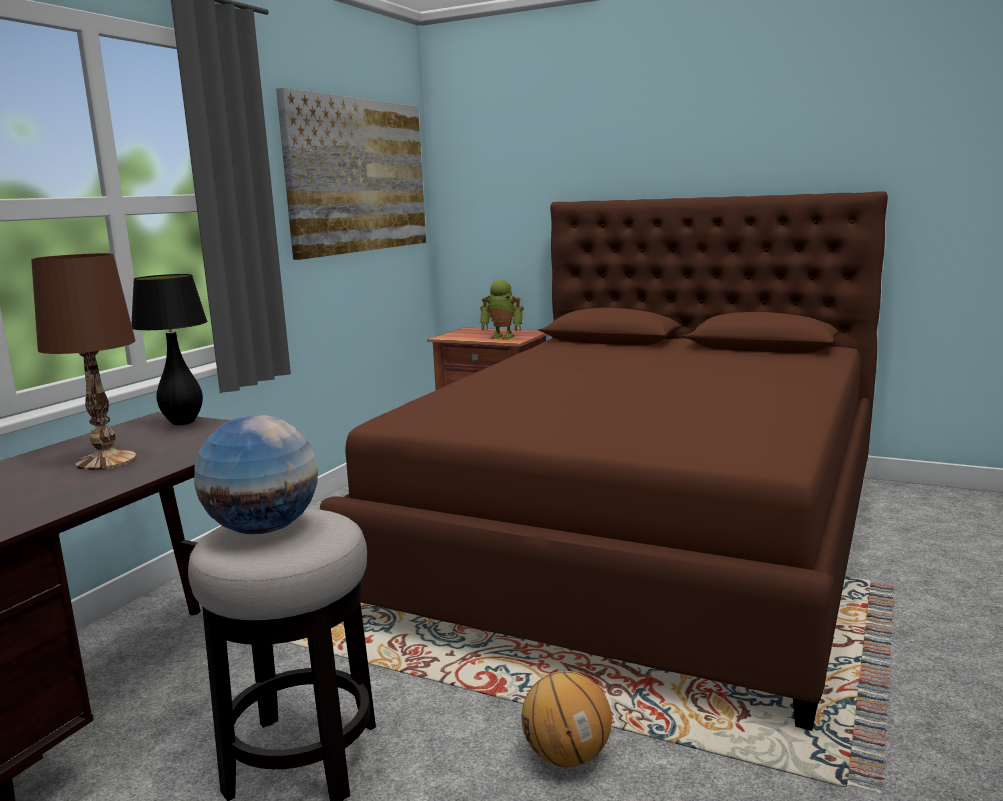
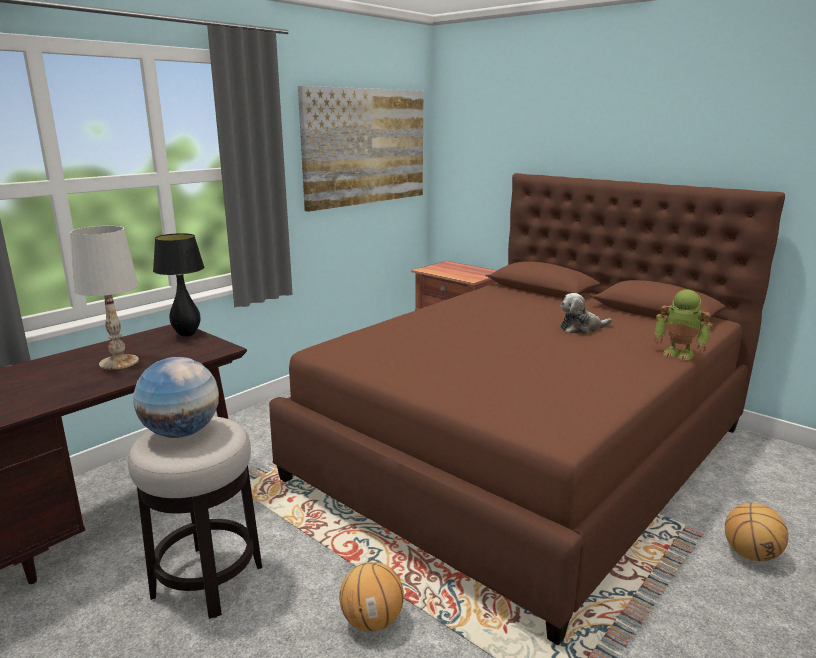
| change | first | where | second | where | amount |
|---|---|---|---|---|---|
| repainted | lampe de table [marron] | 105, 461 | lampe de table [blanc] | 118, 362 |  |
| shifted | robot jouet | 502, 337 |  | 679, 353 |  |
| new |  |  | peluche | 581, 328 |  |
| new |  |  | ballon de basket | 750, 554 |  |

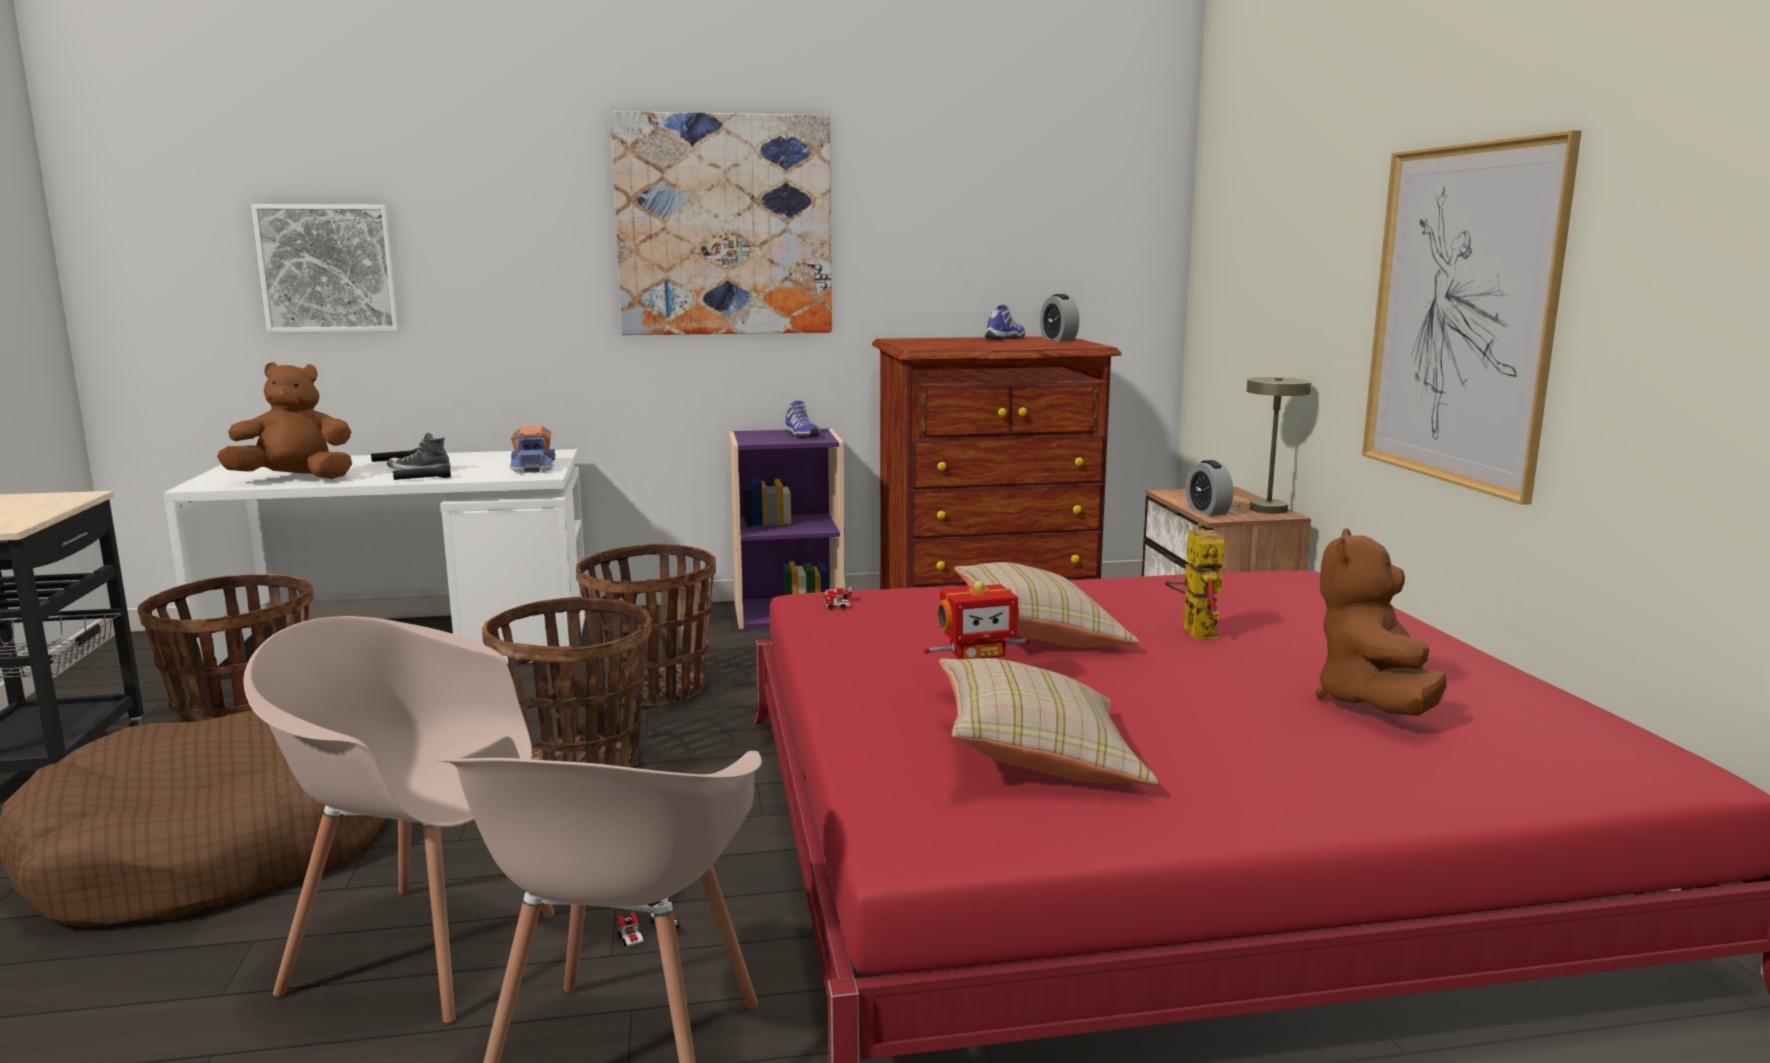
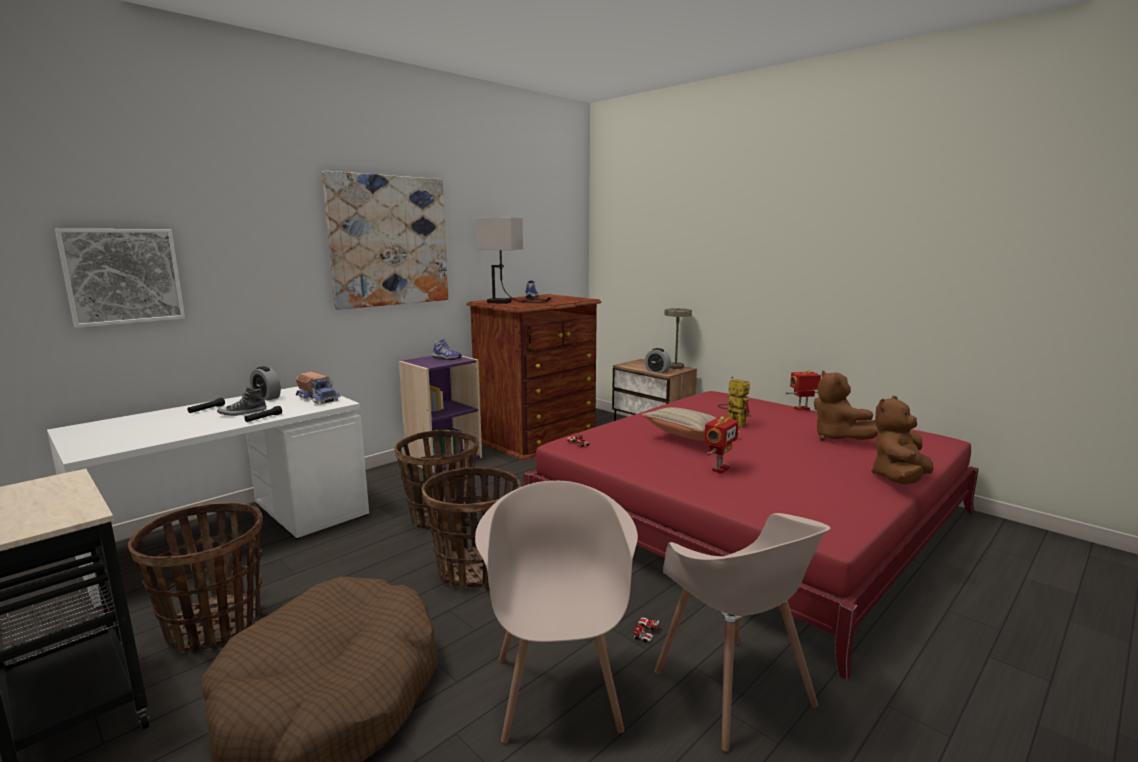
| change | first | where | second | where | amount |
|---|---|---|---|---|---|
| shifted | peluche [marron] | 295, 479 |  | 899, 479 |  |
| rotated | chaise [beige] | 420, 951 |  | 558, 691 | 105 degrees clockwise |
| gone | coussin [beige] | 1037, 757 |  |  |  |
| shifted | réveil | 1058, 340 |  | 266, 397 |  |
| gone | tableau | 1460, 315 |  |  |  |
| new |  |  | lampe de table | 515, 302 |  |
| new |  |  | robot jouet | 802, 409 |  |

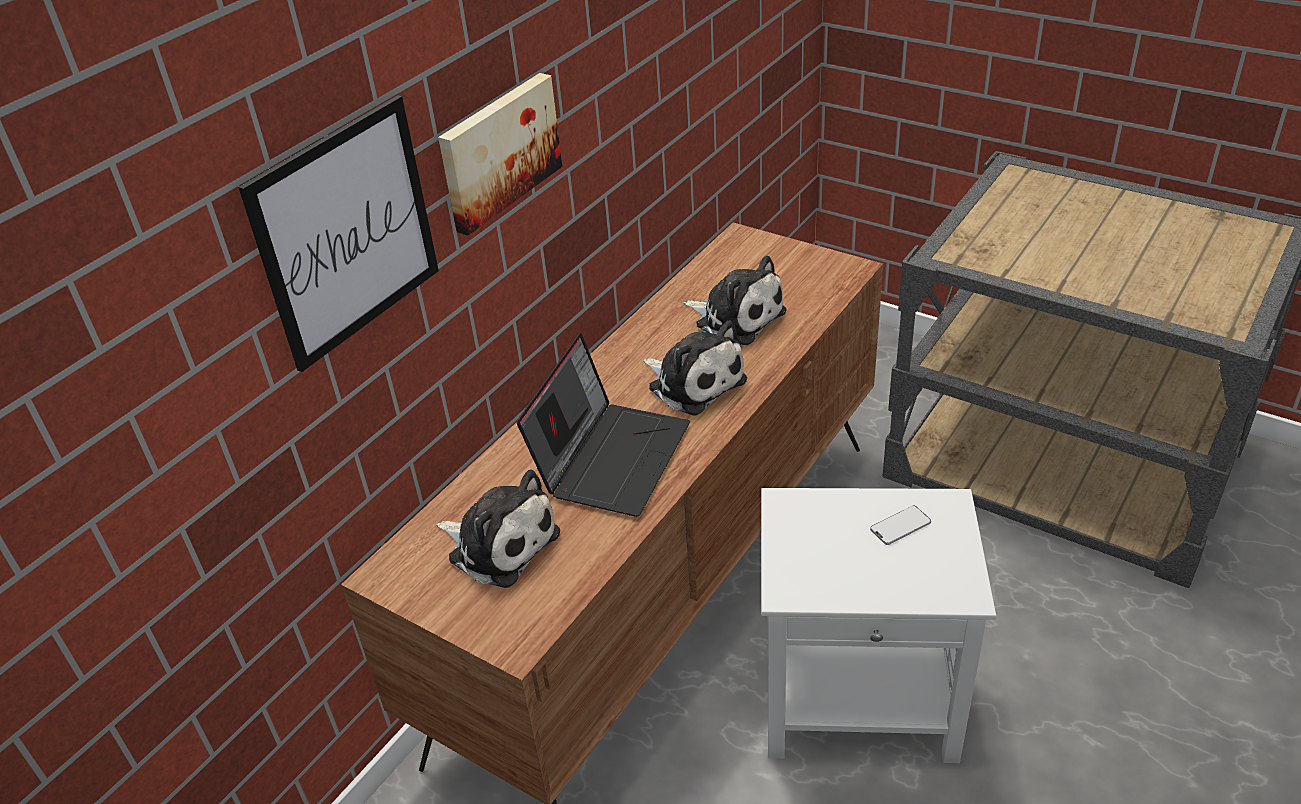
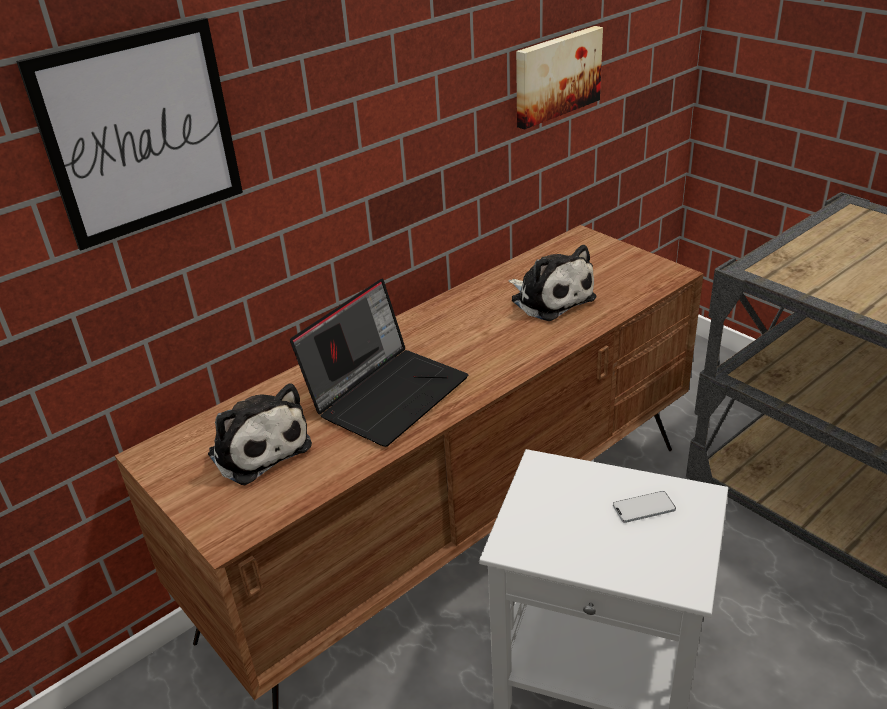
| change | first | where | second | where | amount |
|---|---|---|---|---|---|
| shifted | tableau | 498, 151 |  | 556, 75 |  |
| gone | peluche | 694, 382 |  |  |  |

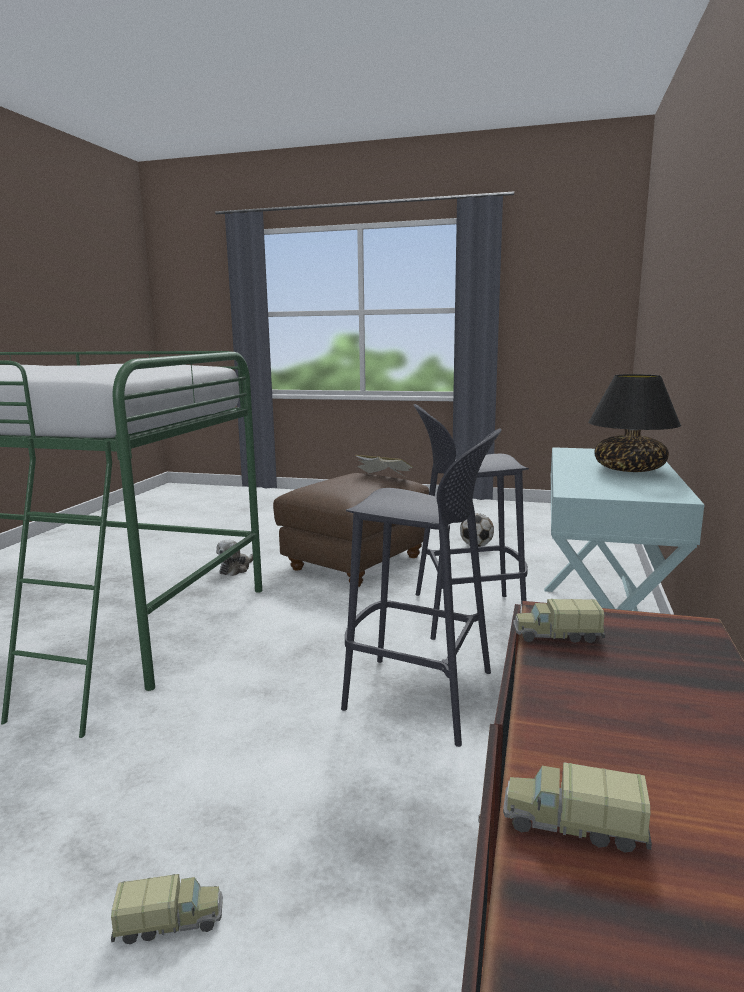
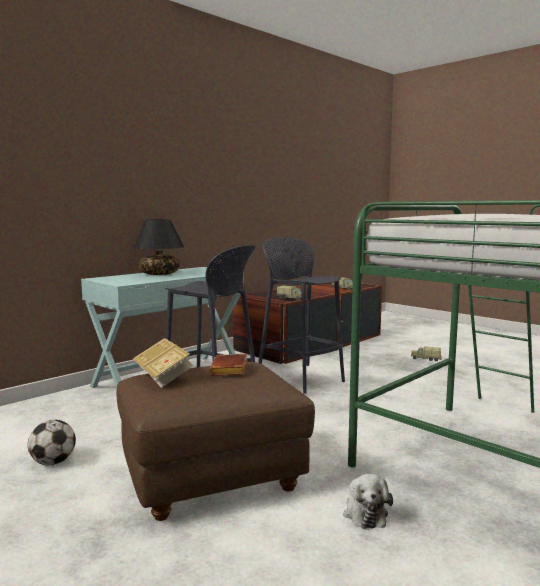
| change | first | where | second | where | amount |
|---|---|---|---|---|---|
| rotated | peluche | 236, 569 |  | 365, 513 | 120 degrees clockwise |
| new |  |  | livre [marron] | 230, 370 |  |

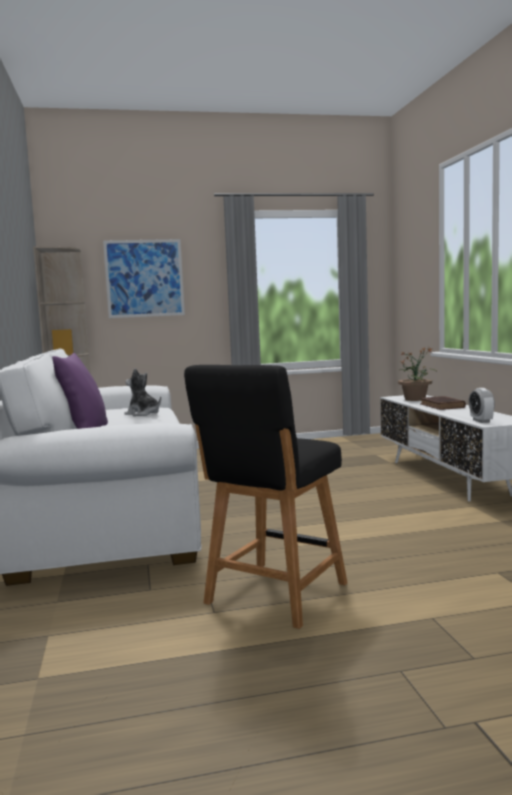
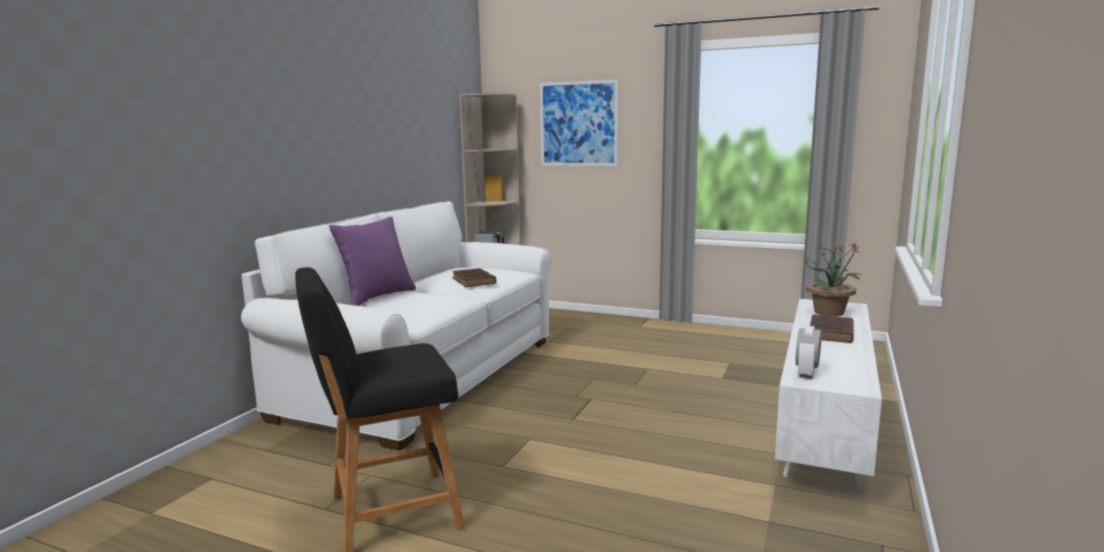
| change | first | where | second | where | amount |
|---|---|---|---|---|---|
| swapped | peluche | 143, 414 | livre [marron] | 474, 281 |  |

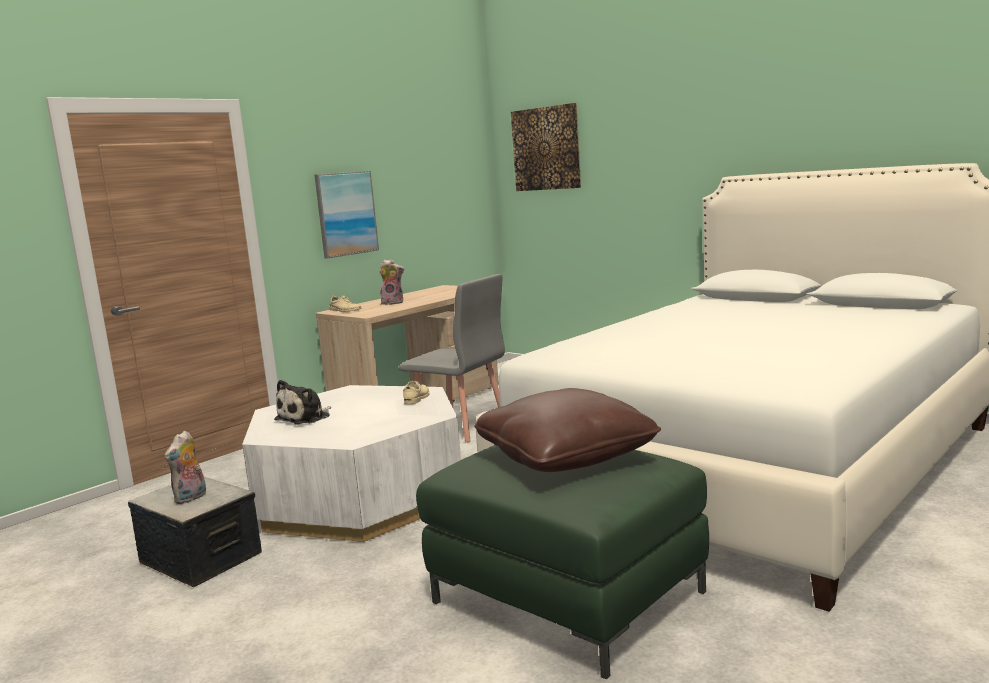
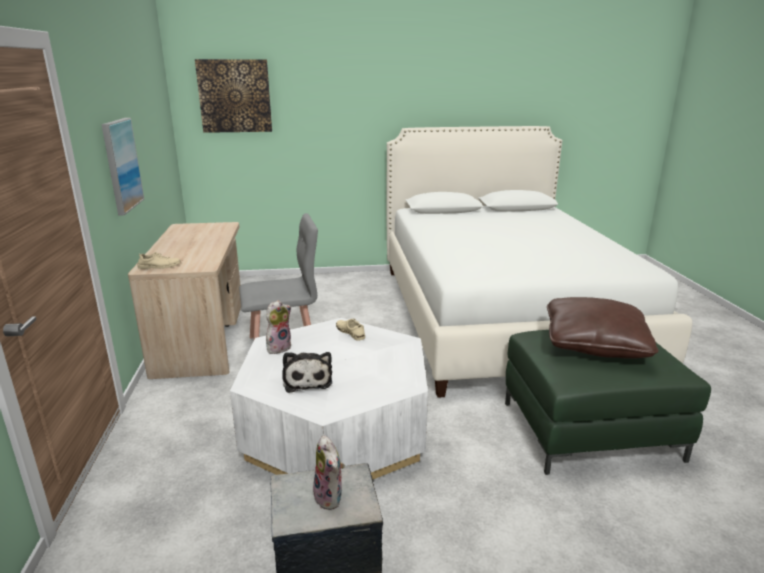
| change | first | where | second | where | amount |
|---|---|---|---|---|---|
| shifted | peluche | 393, 303 |  | 279, 347 |  |

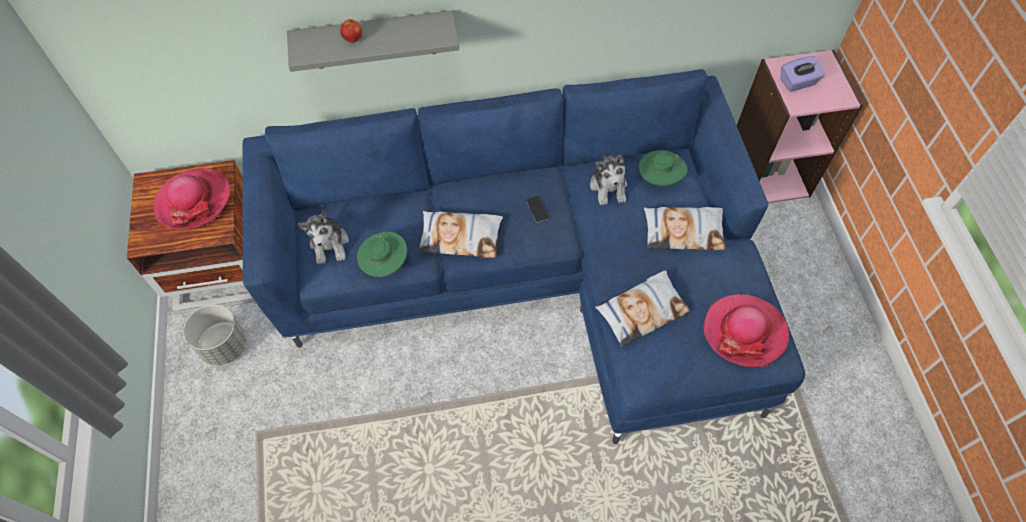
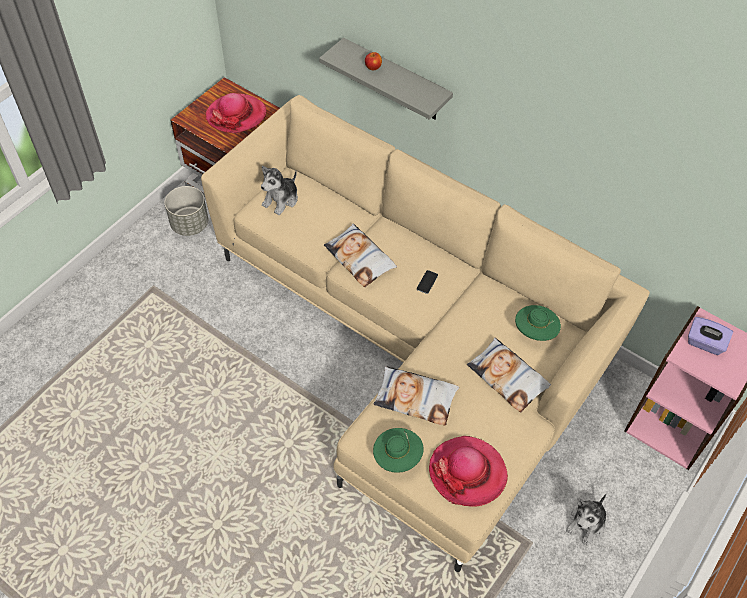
| change | first | where | second | where | amount |
|---|---|---|---|---|---|
| repainted | canapé [bleu] | 539, 275 | canapé [beige] | 415, 344 |  |
| shifted | chapeau [vert] | 384, 263 |  | 397, 457 |  |
| shifted | peluche | 608, 187 |  | 586, 523 |  |

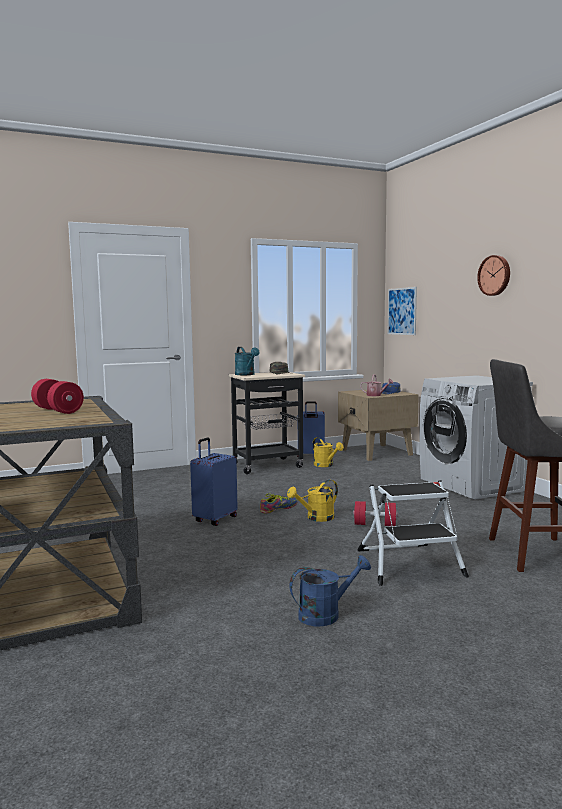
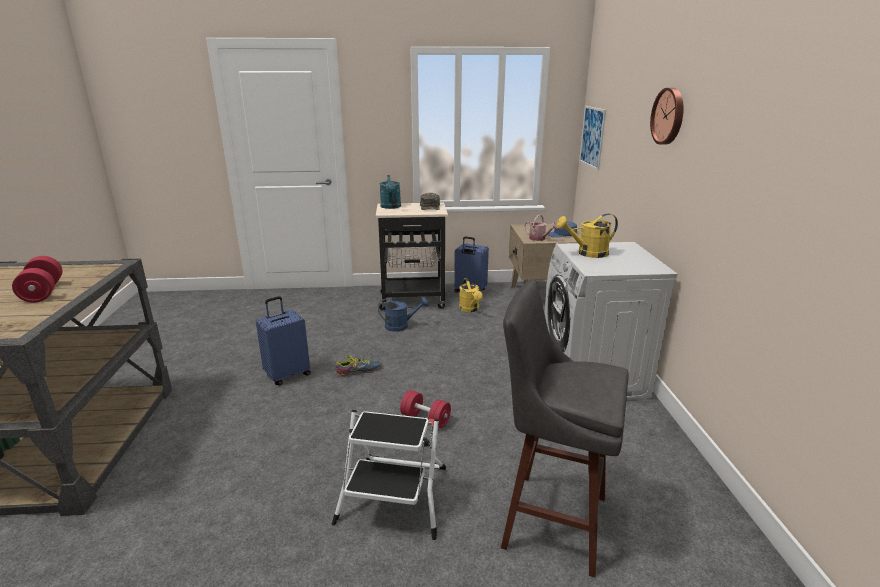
| change | first | where | second | where | amount |
|---|---|---|---|---|---|
| shifted | arrosoir [jaune] | 316, 518 |  | 587, 253 |  |
| shifted | arrosoir [bleu] | 326, 614 |  | 401, 326 |  |

